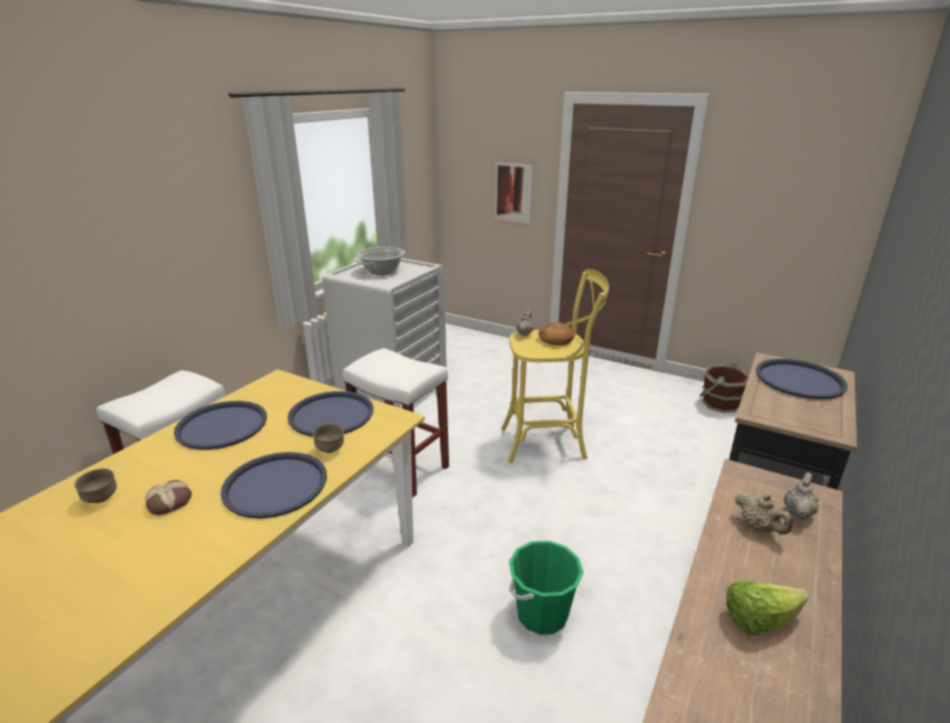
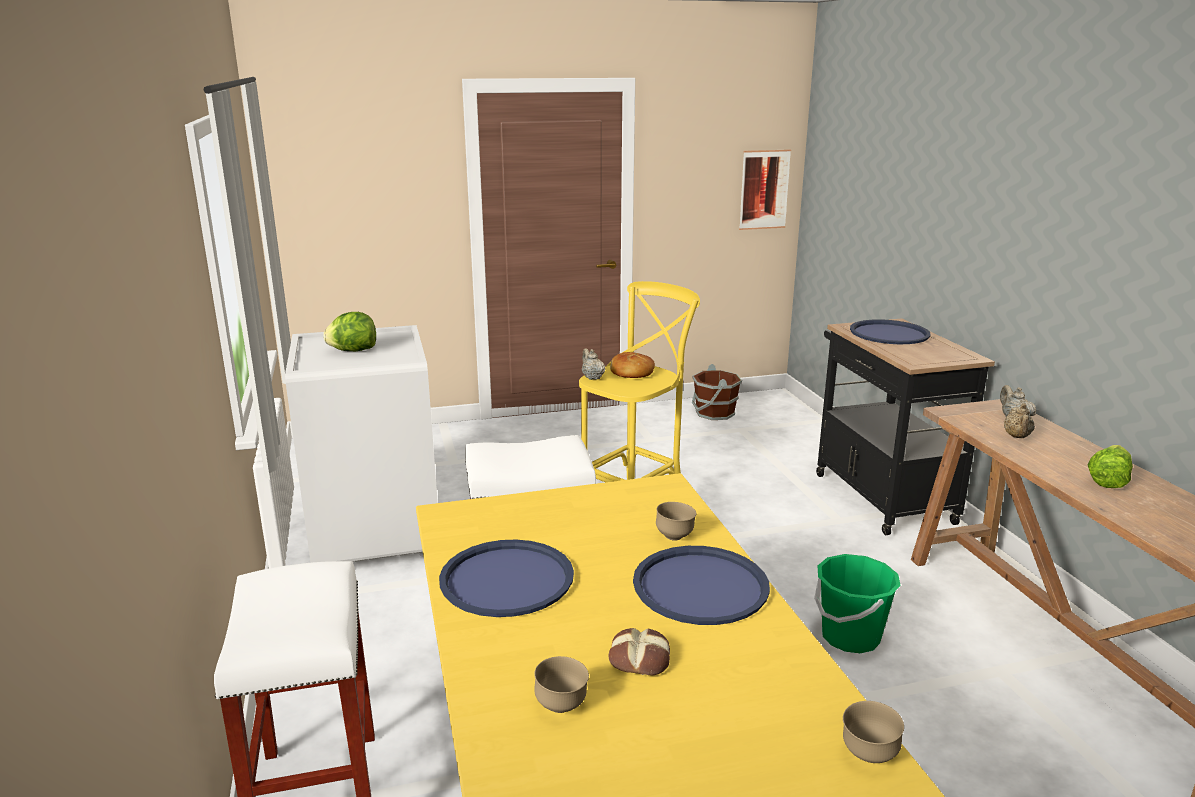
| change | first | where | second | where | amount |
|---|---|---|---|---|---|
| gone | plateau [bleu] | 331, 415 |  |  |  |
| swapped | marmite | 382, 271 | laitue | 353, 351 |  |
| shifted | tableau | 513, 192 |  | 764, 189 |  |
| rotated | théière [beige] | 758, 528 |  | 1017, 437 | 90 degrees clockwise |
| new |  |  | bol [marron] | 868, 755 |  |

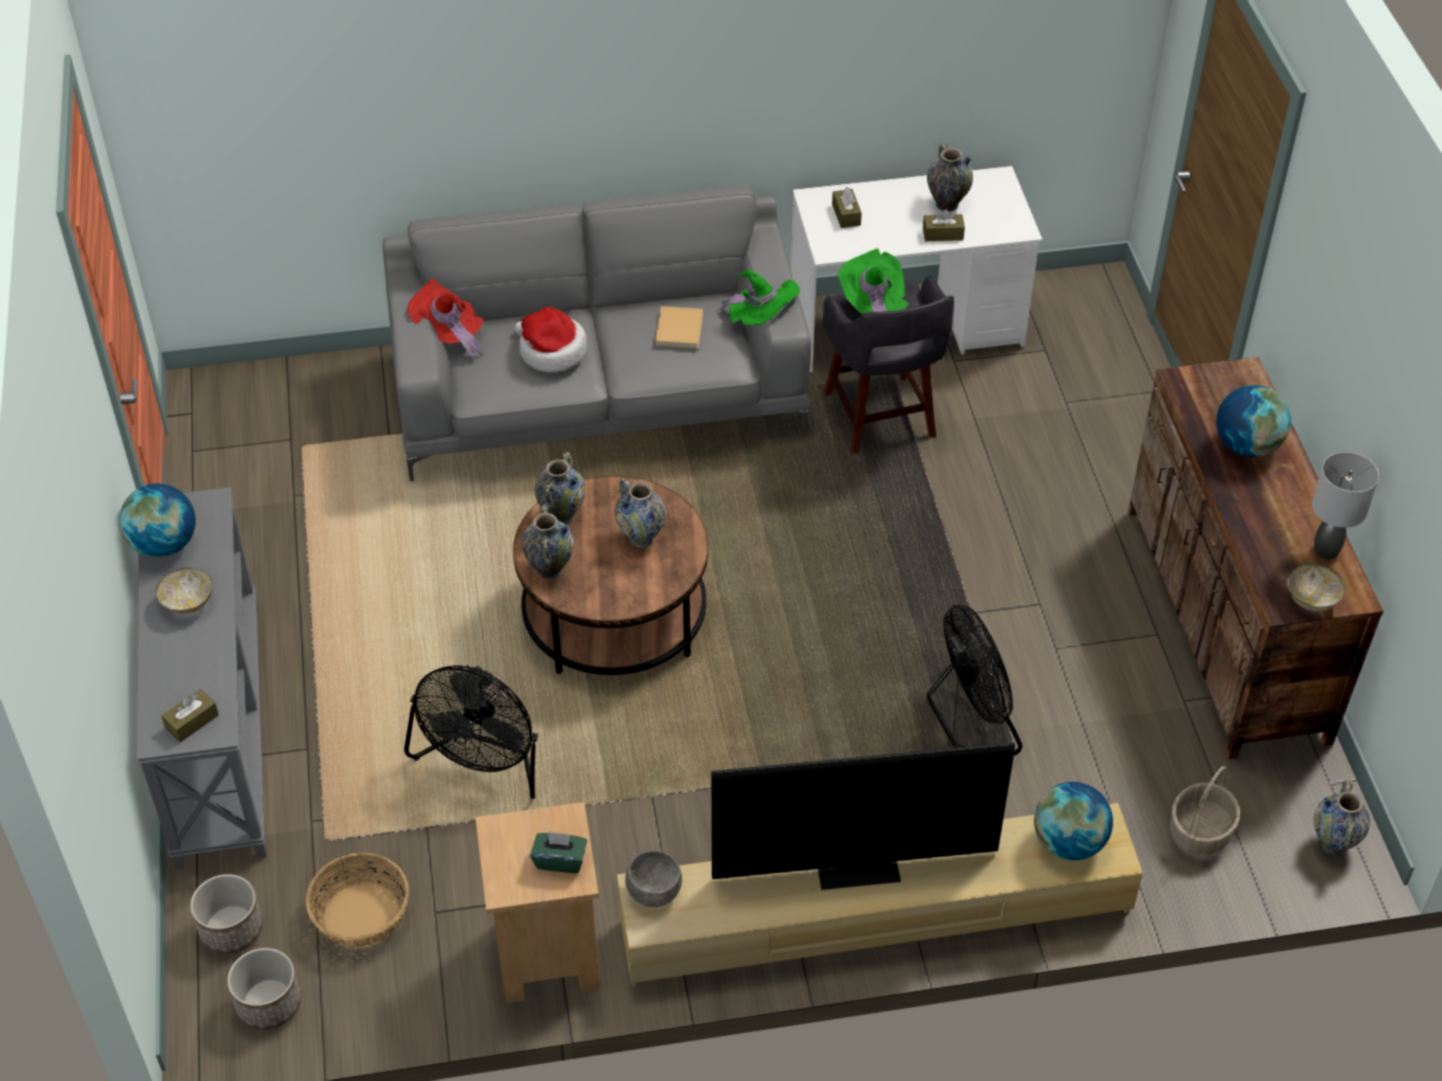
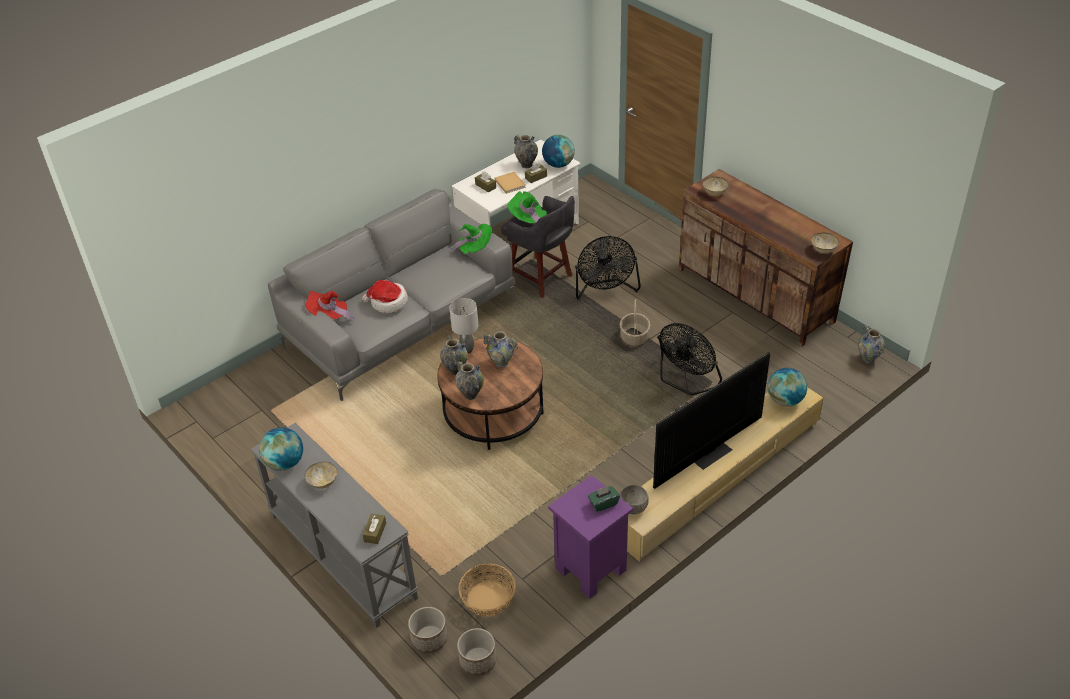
| change | first | where | second | where | amount |
|---|---|---|---|---|---|
| shifted | ventilateur [noir] | 481, 756 |  | 602, 288 |  |
| repainted | table de chevet [beige] | 545, 954 | table de chevet [violet] | 589, 569 |  |
| shifted | livre [beige] | 679, 328 |  | 509, 183 |  |
| shifted | panier | 1200, 833 |  | 634, 337 |  |
| shifted | globe | 1247, 446 |  | 558, 164 |  |
| shifted | lampe de table [gris] | 1327, 550 |  | 467, 349 |  |
| new |  |  | bol | 715, 192 |  |

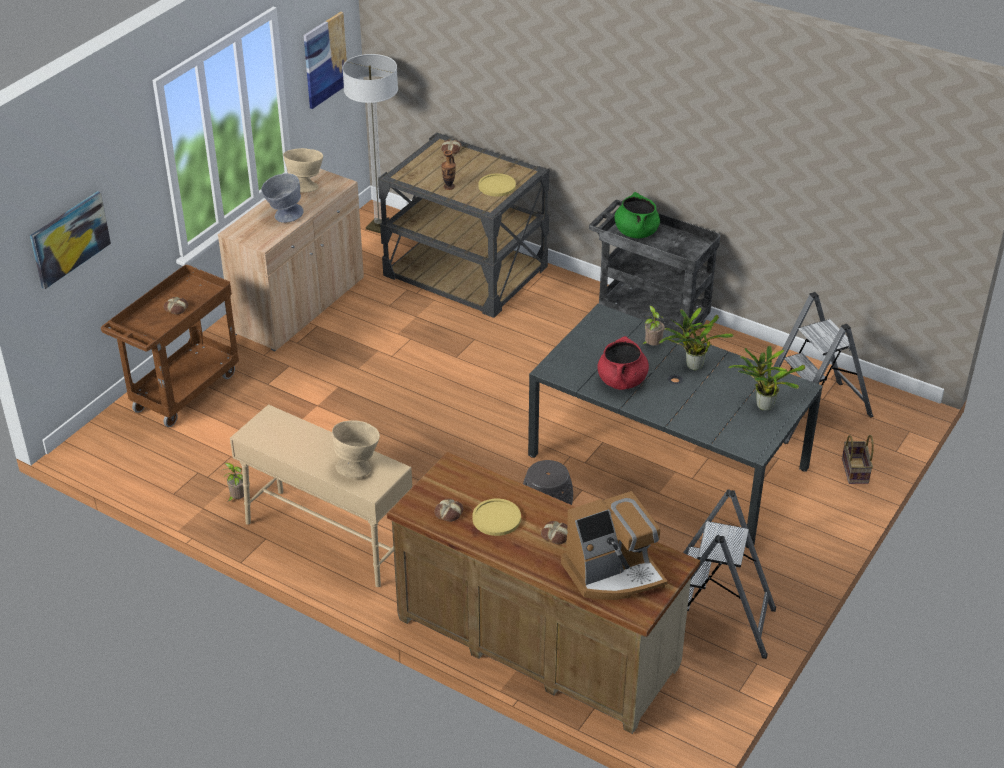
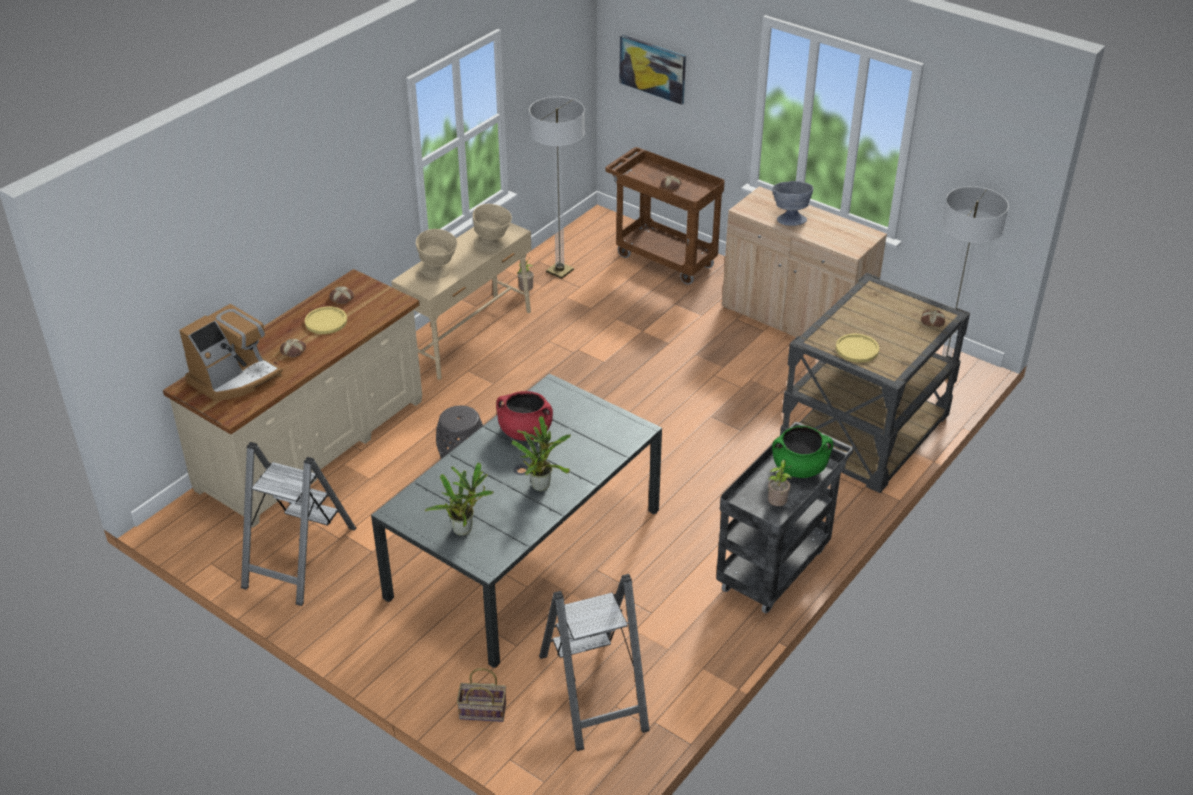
| change | first | where | second | where | amount |
|---|---|---|---|---|---|
| shifted | bol [beige] | 306, 186 |  | 493, 246 |  |
| gone | tableau | 325, 60 |  |  |  |
| gone | vase | 449, 187 |  |  |  |
| rotated | machine à café | 613, 574 |  | 235, 378 | 120 degrees counterclockwise |
| shifted | plante en pot | 651, 346 |  | 777, 504 |  |
| new |  |  | lampadaire | 560, 271 |  |

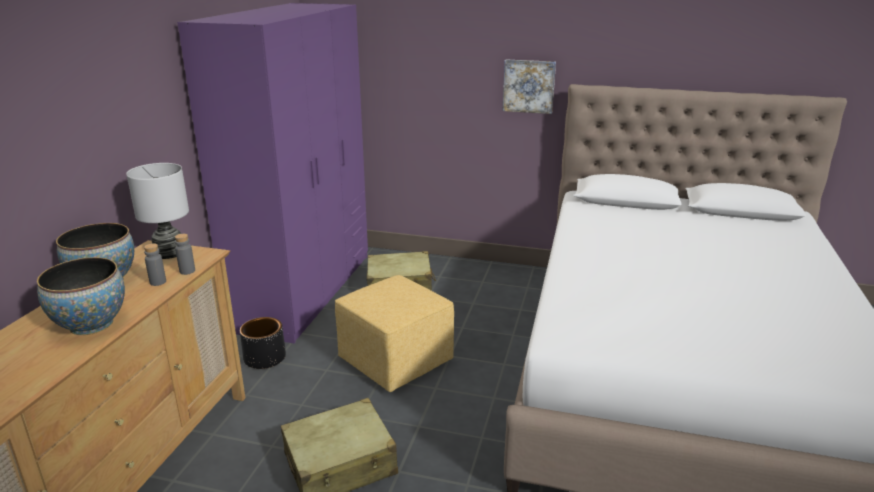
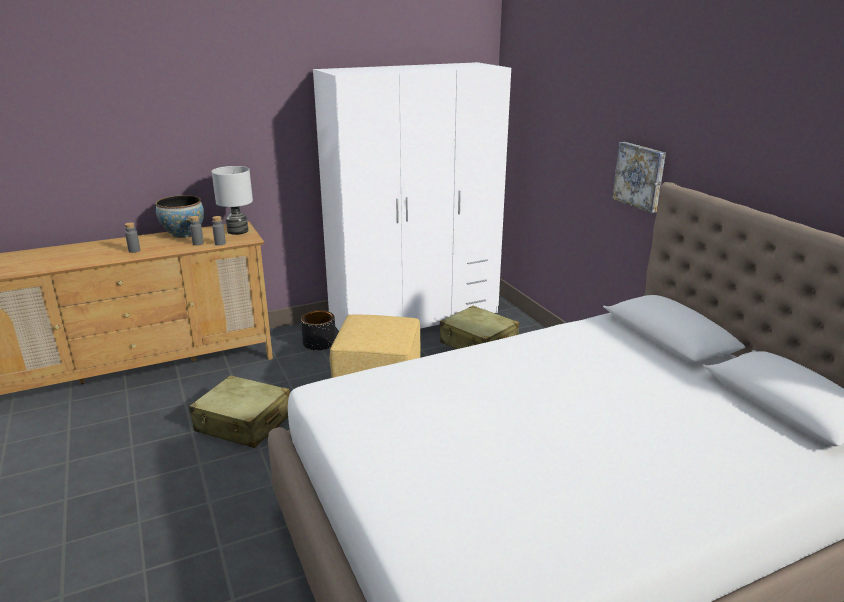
| change | first | where | second | where | amount |
|---|---|---|---|---|---|
| swapped | bol | 91, 325 | bouteille [gris] | 134, 251 |  |
| repainted | armoire [violet] | 305, 291 | armoire [blanc] | 415, 315 |  |

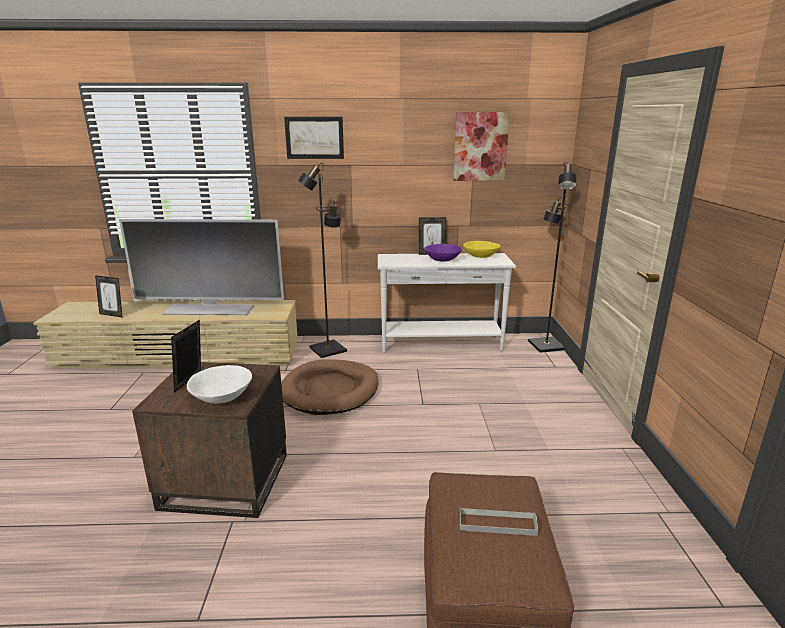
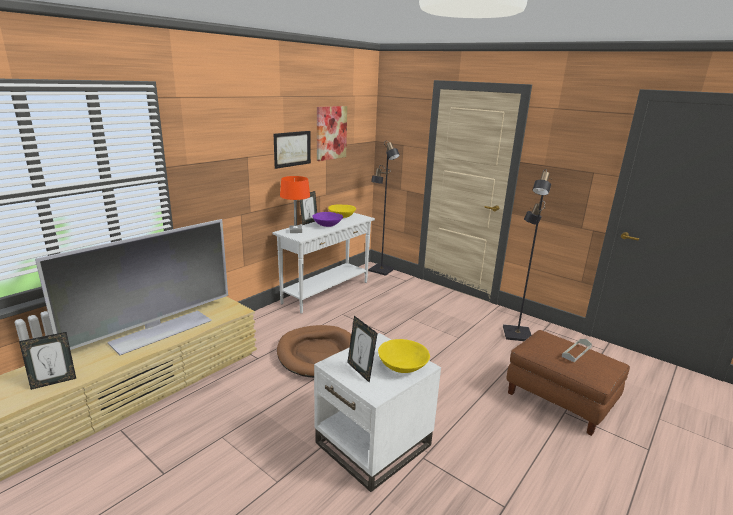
| change | first | where | second | where | amount |
|---|---|---|---|---|---|
| repainted | table d'appoint [marron] | 225, 482 | table d'appoint [blanc] | 374, 444 |  |
| repainted | bol [blanc] | 222, 397 | bol [jaune] | 402, 366 |  |
| shifted | tableau | 314, 137 |  | 292, 149 |  |
| shifted | lampadaire [noir] | 328, 349 |  | 517, 334 |  |
| new |  |  | lampe de table [orange] | 295, 231 |  |

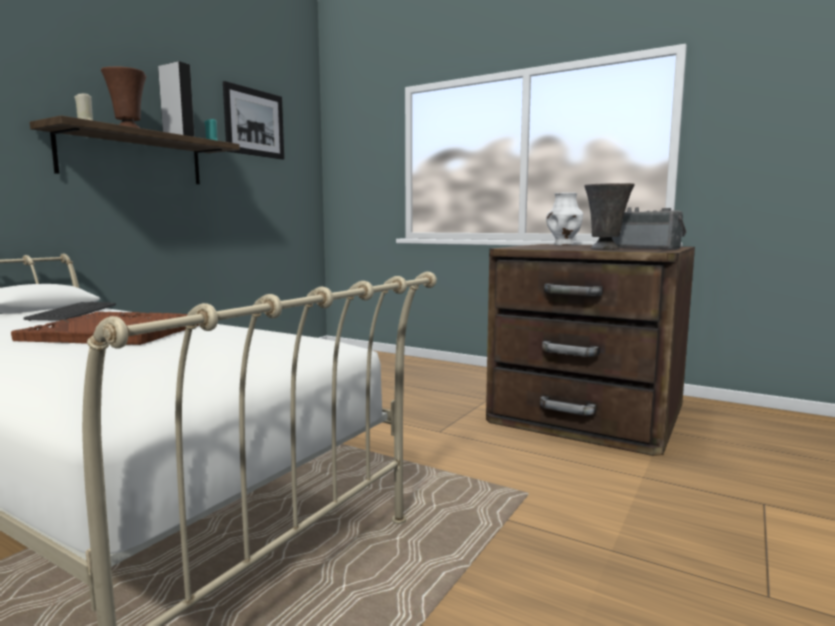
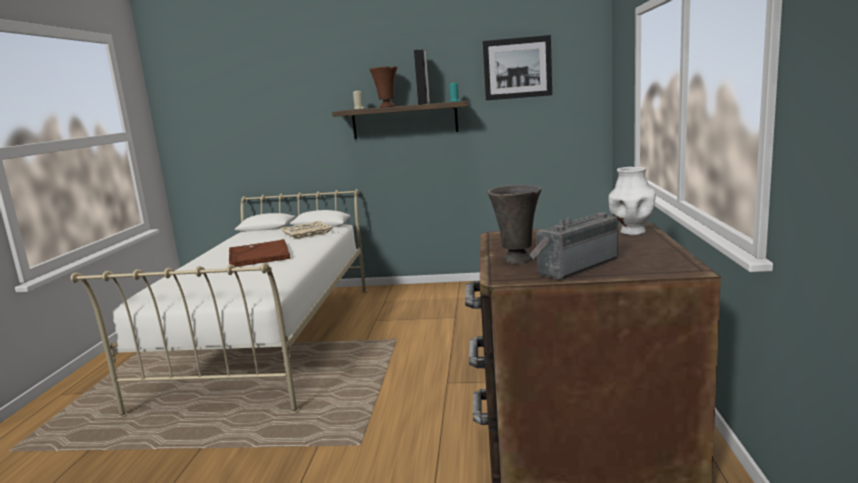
| change | first | where | second | where | amount |
|---|---|---|---|---|---|
| swapped | clavier | 75, 312 | plateau [beige] | 307, 233 |  |
| rotated | radio | 641, 248 |  | 574, 266 | 150 degrees counterclockwise |

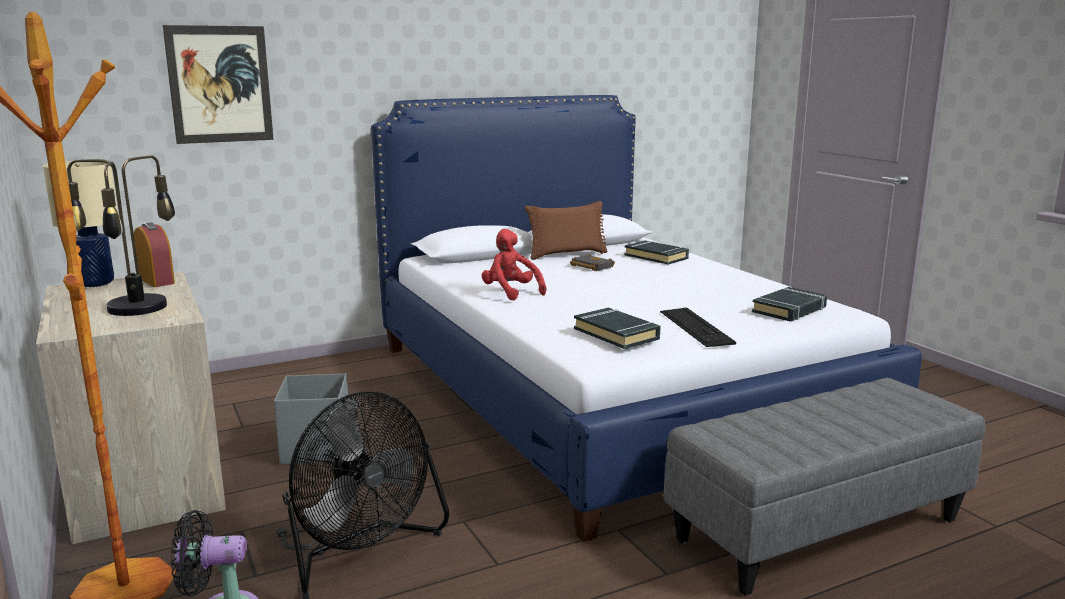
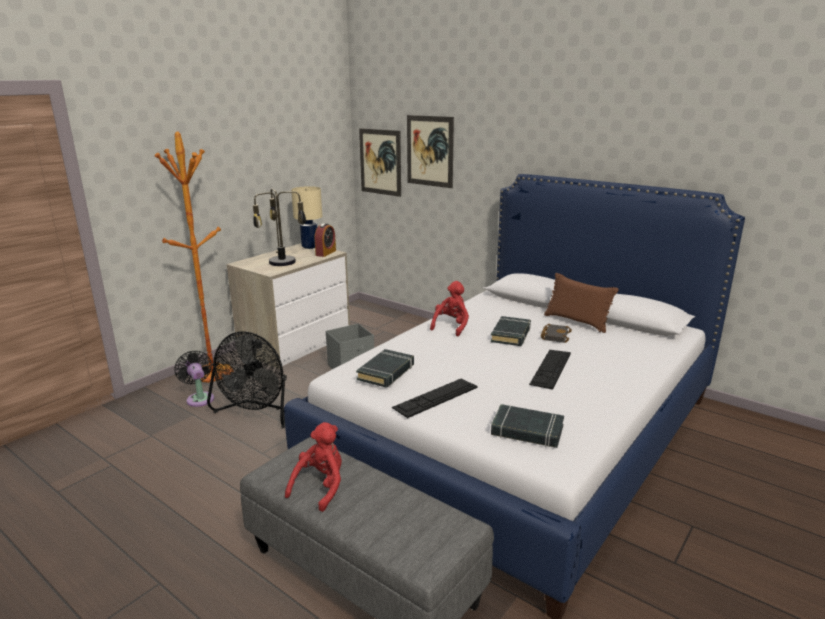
| change | first | where | second | where | amount |
|---|---|---|---|---|---|
| shifted | livre [noir] | 656, 257 |  | 511, 335 |  |
| new |  |  | peluche [rouge] | 320, 487 |  |
| new |  |  | tableau | 380, 162 |  |
| new |  |  | clavier | 551, 368 |  |

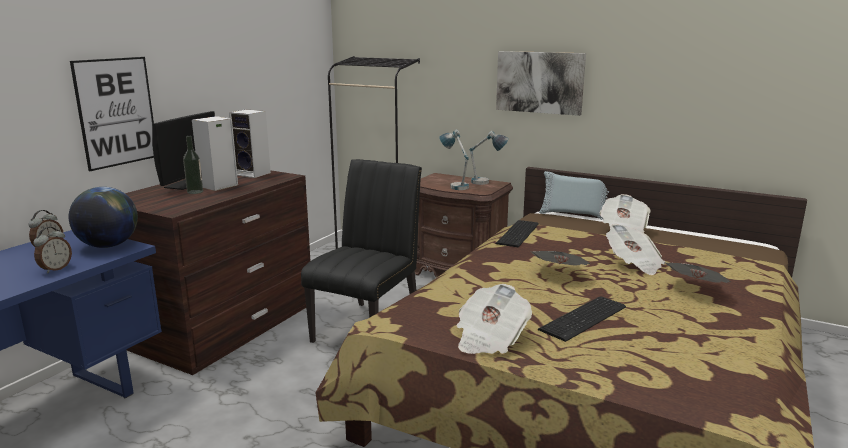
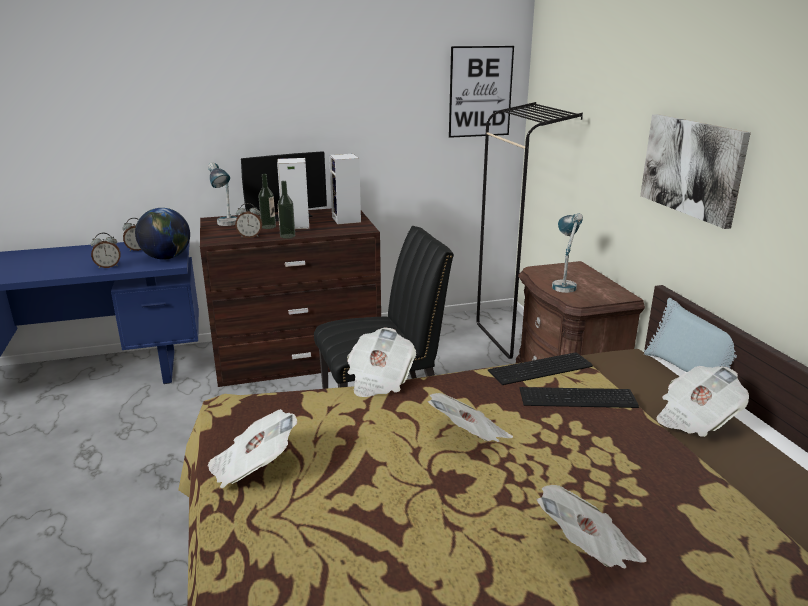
| change | first | where | second | where | amount |
|---|---|---|---|---|---|
| shifted | tableau | 116, 112 |  | 480, 92 |  |
| shifted | lampe de table | 486, 183 |  | 227, 225 |  |
| shifted | clavier | 585, 318 |  | 579, 399 |  |
| shifted | journal | 634, 264 |  | 379, 380 |  |
| new |  |  | réveil | 250, 236 |  |
| new |  |  | bouteille | 287, 236 |  |

